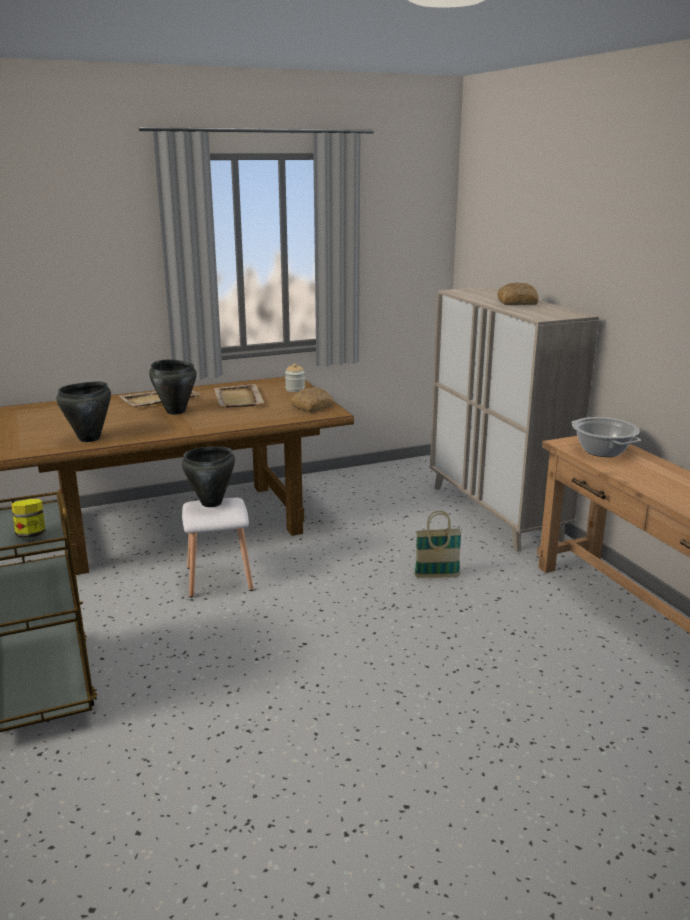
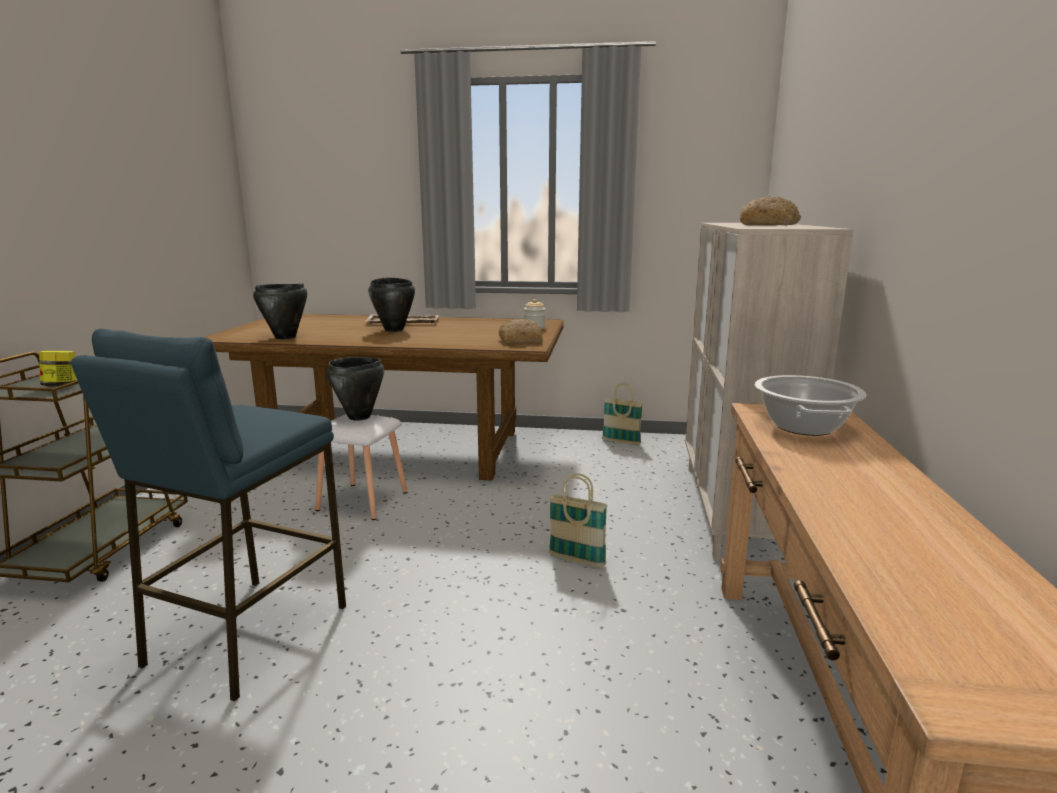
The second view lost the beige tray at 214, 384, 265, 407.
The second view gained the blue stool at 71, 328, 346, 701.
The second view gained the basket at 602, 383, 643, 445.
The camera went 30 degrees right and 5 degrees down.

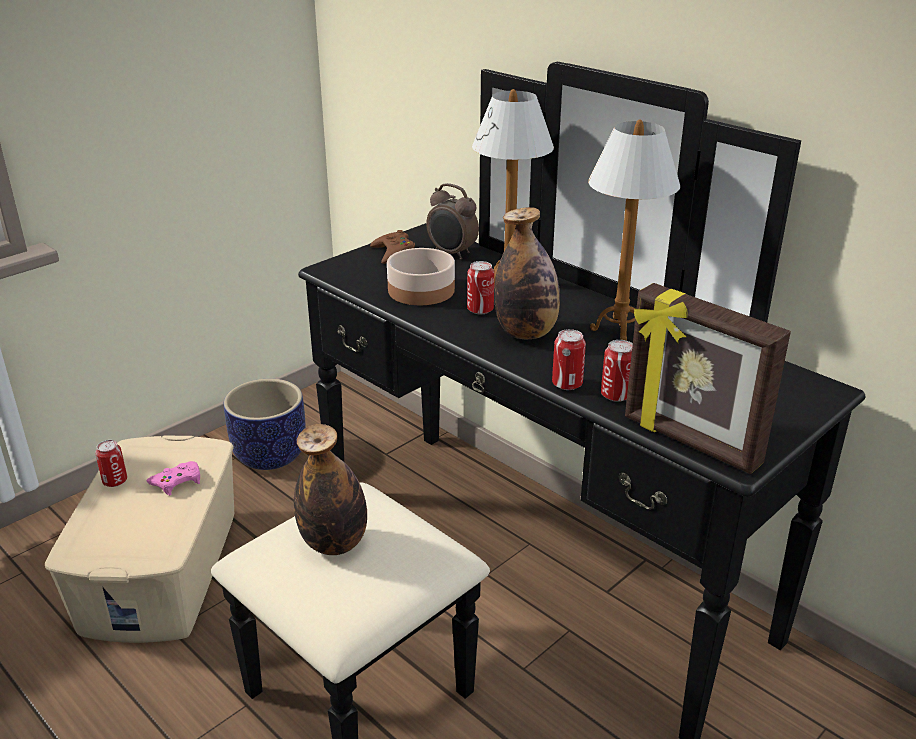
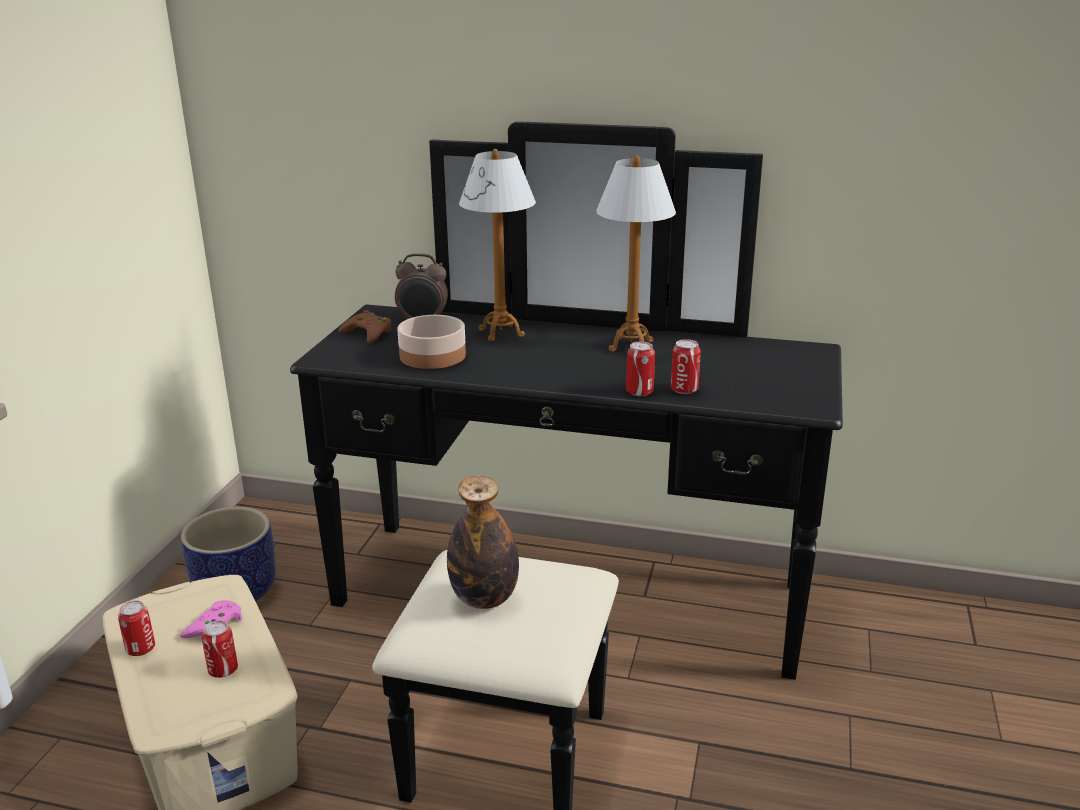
The second view lost the bottle at 494, 207, 560, 339.
The second view lost the picture frame at 625, 283, 791, 474.
The can ended up elsewhere, having gone from 467, 261, 494, 314 to 202, 620, 238, 678.
The camera went 30 degrees left and 5 degrees down.

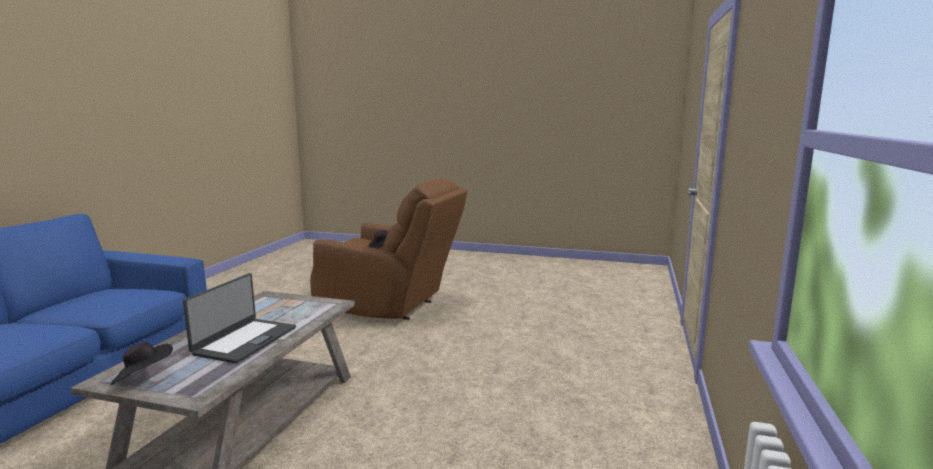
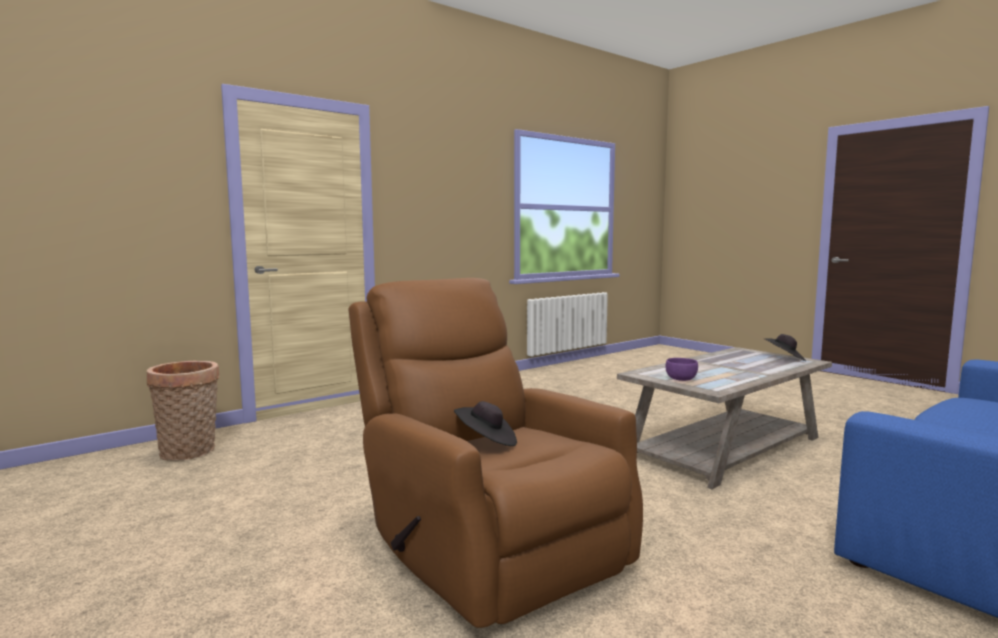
The second view lost the laptop at 183, 273, 296, 363.
The second view gained the basket at 147, 361, 219, 461.
The second view gained the purple bowl at 666, 358, 698, 381.
The camera went 145 degrees left and 5 degrees down.

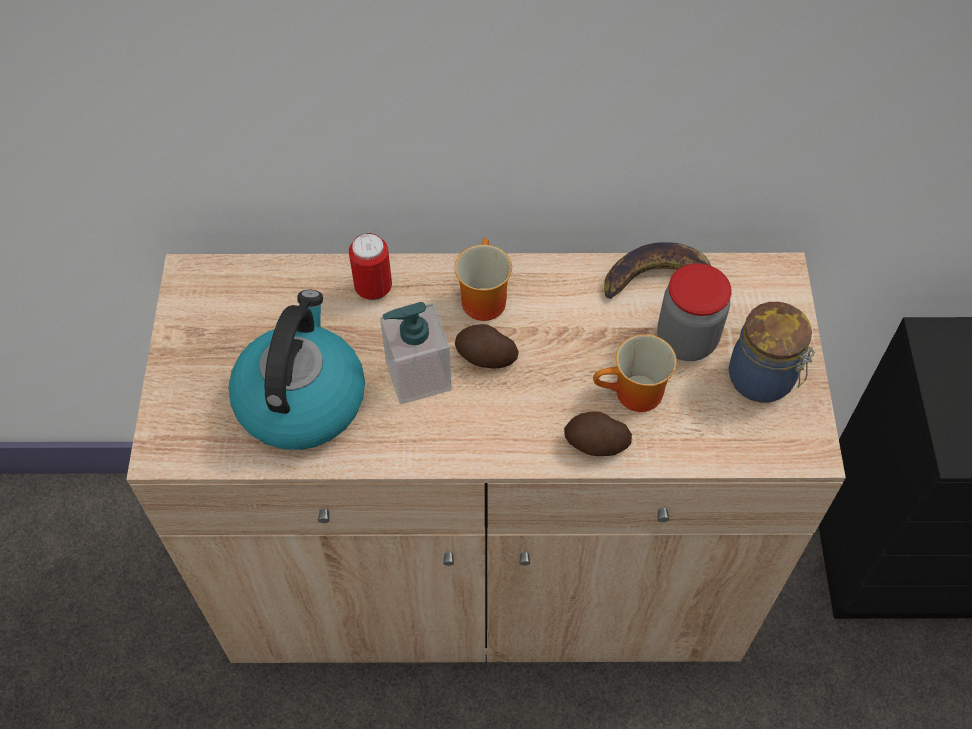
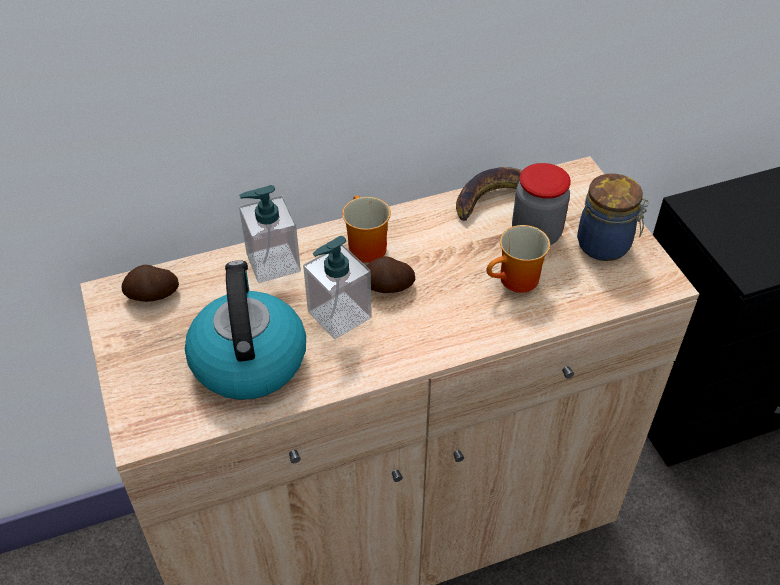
The potato ended up elsewhere, having gone from 564, 411, 632, 456 to 121, 265, 179, 302.
Where the can stood at 349, 233, 392, 301, the soap dispenser came to stand at 239, 185, 301, 283.
The camera went 20 degrees left and 10 degrees down.

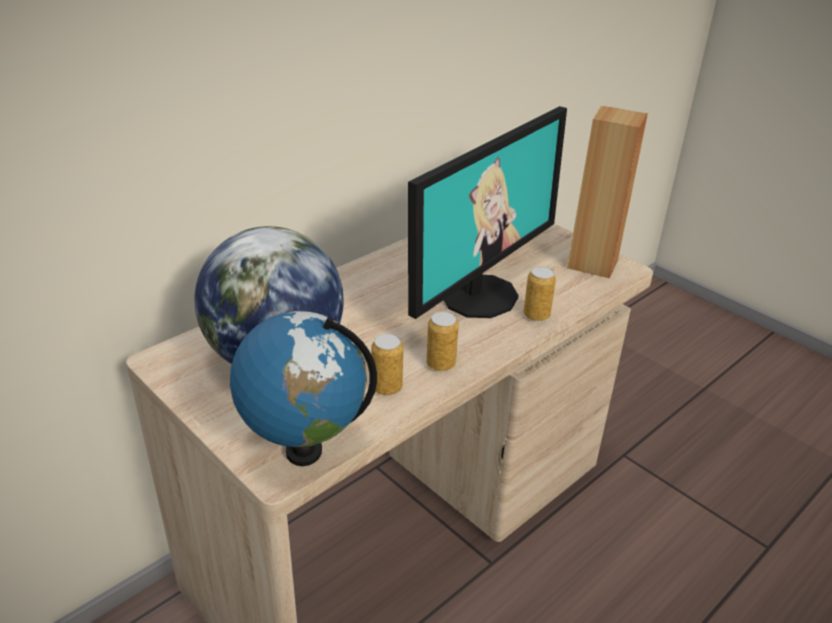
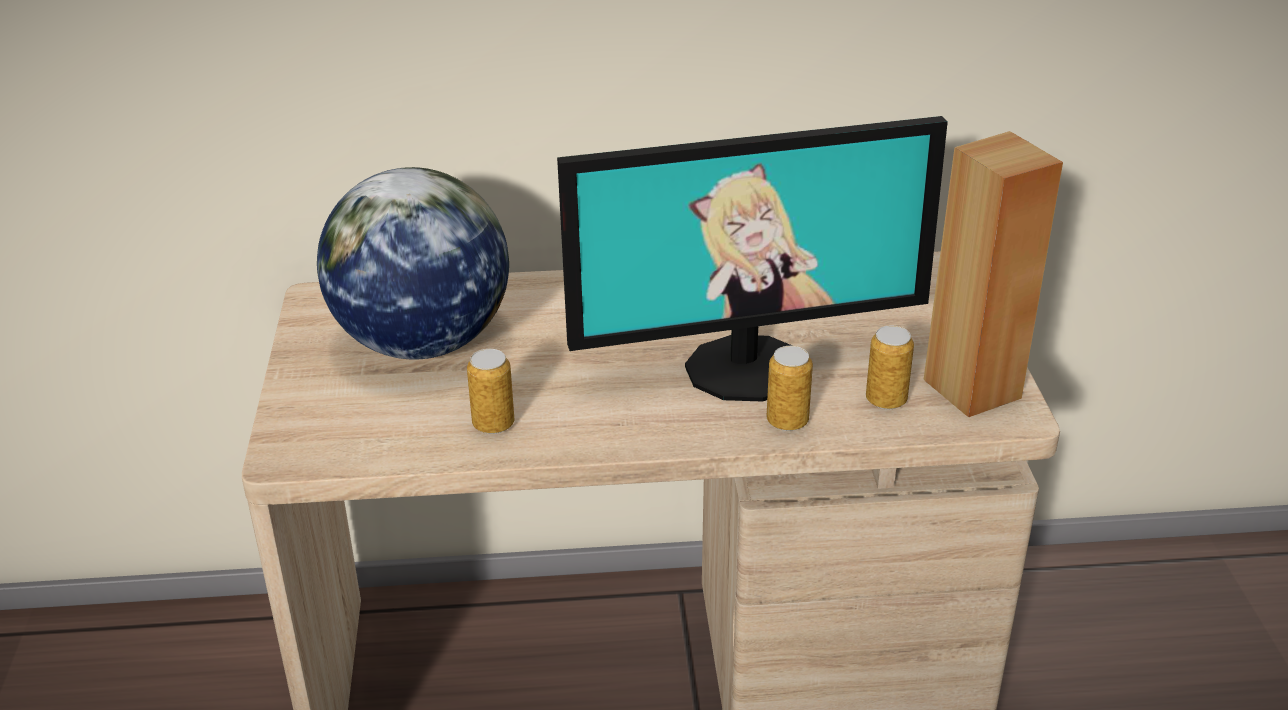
The second view lost the globe at 230, 311, 377, 466.
The can ended up elsewhere, having gone from 426, 311, 459, 371 to 866, 325, 914, 409.
The camera went 40 degrees right and 0 degrees up.

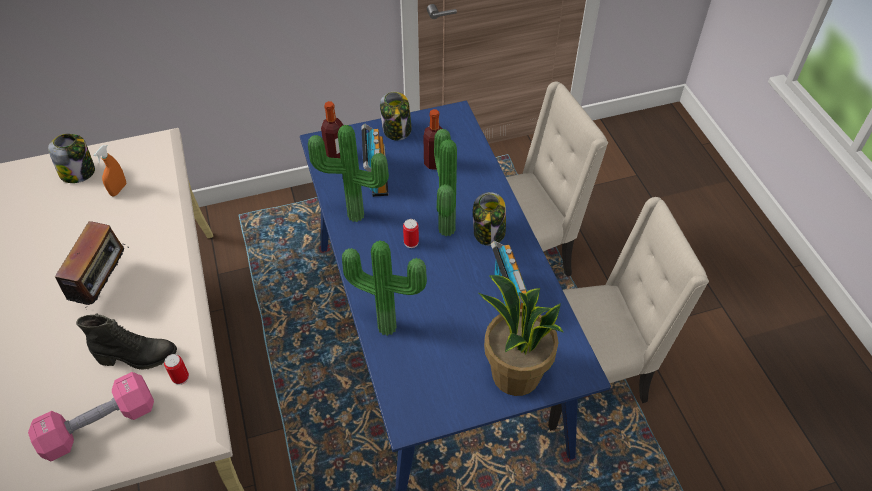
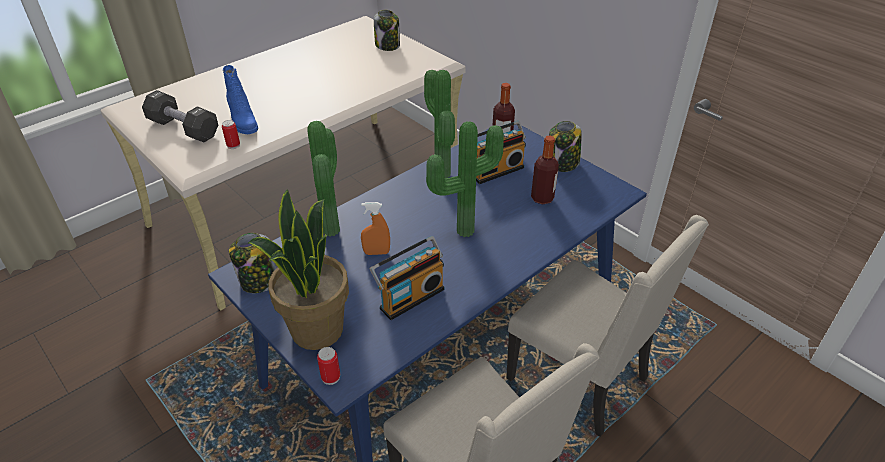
The second view lost the radio at 48, 221, 129, 310.
The orange spray bottle ended up elsewhere, having gone from 93, 145, 126, 196 to 361, 202, 390, 255.
The can ended up elsewhere, having gone from 403, 219, 419, 248 to 317, 347, 340, 385.
The jar ended up elsewhere, having gone from 473, 192, 506, 246 to 229, 233, 277, 293.
What was the pink dumbbell at 28, 372, 154, 461 turned into the black dumbbell at 142, 90, 218, 142.
What was the black boot at 76, 313, 177, 370 turned into the blue boot at 223, 65, 258, 135.
The camera went 65 degrees right and 10 degrees down.

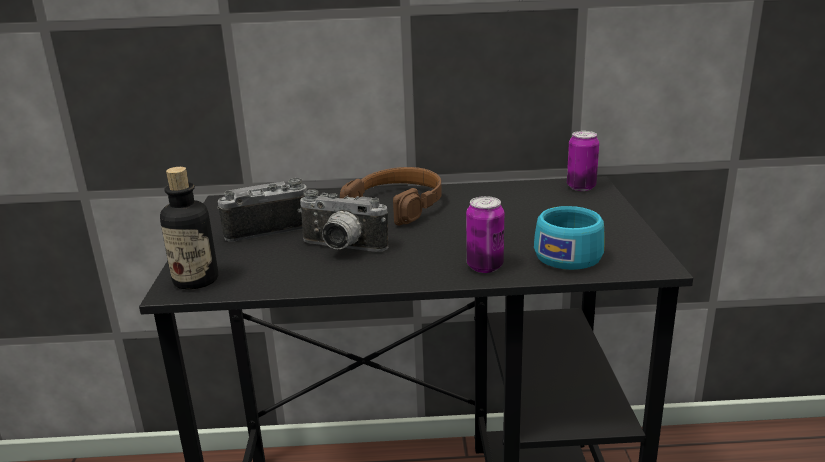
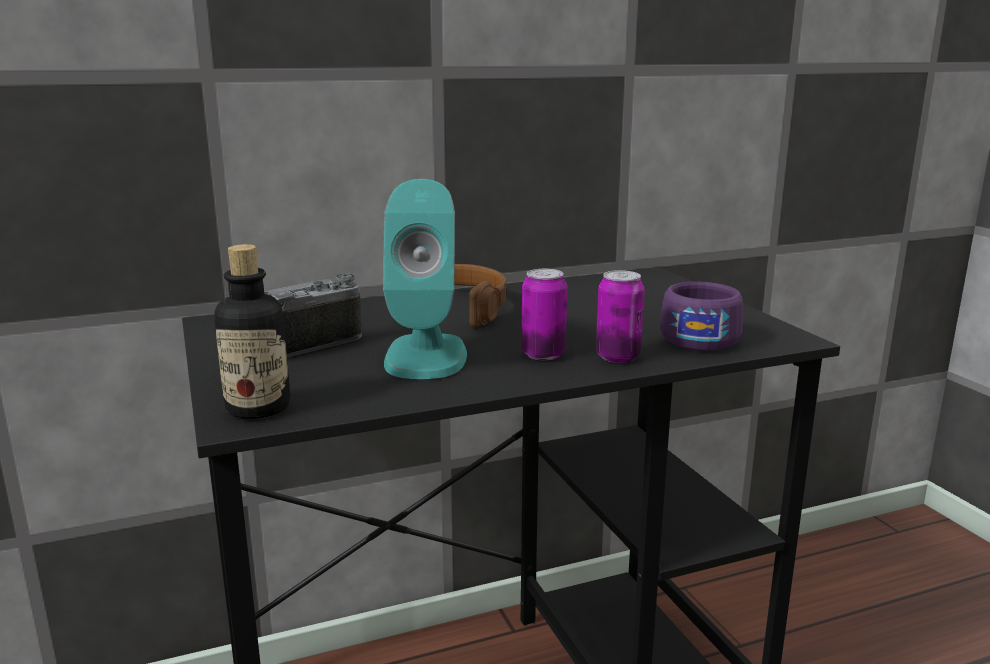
The can ended up elsewhere, having gone from 567, 131, 599, 191 to 521, 269, 568, 360.
Where the photo camera stood at 298, 189, 388, 252, the turquoise speaker came to stand at 383, 179, 467, 379.
What was the turquoise cup at 534, 206, 605, 270 turned into the purple cup at 660, 282, 743, 351.
The camera went 20 degrees left and 5 degrees down.

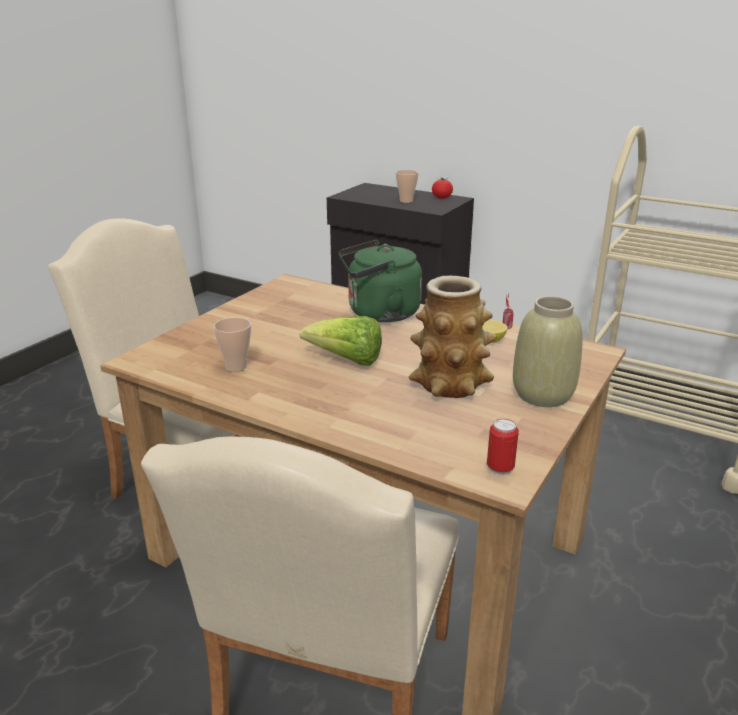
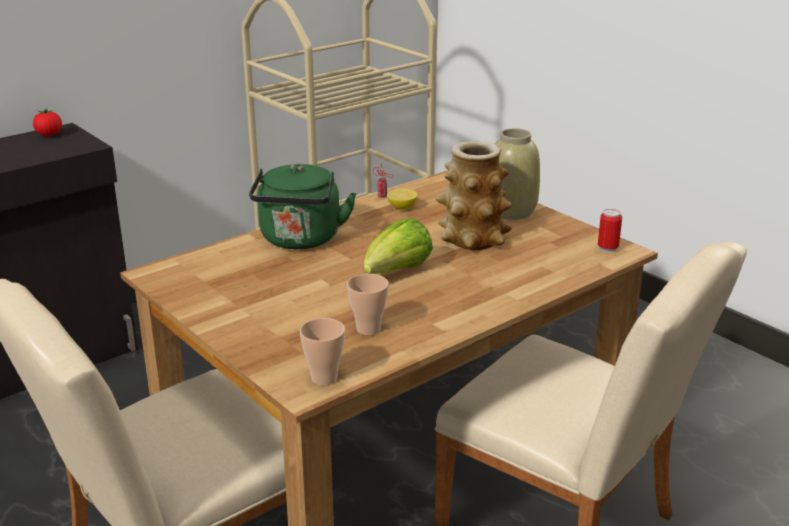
The cup ended up elsewhere, having gone from 396, 170, 418, 203 to 300, 318, 345, 385.
The camera went 70 degrees left and 0 degrees up.

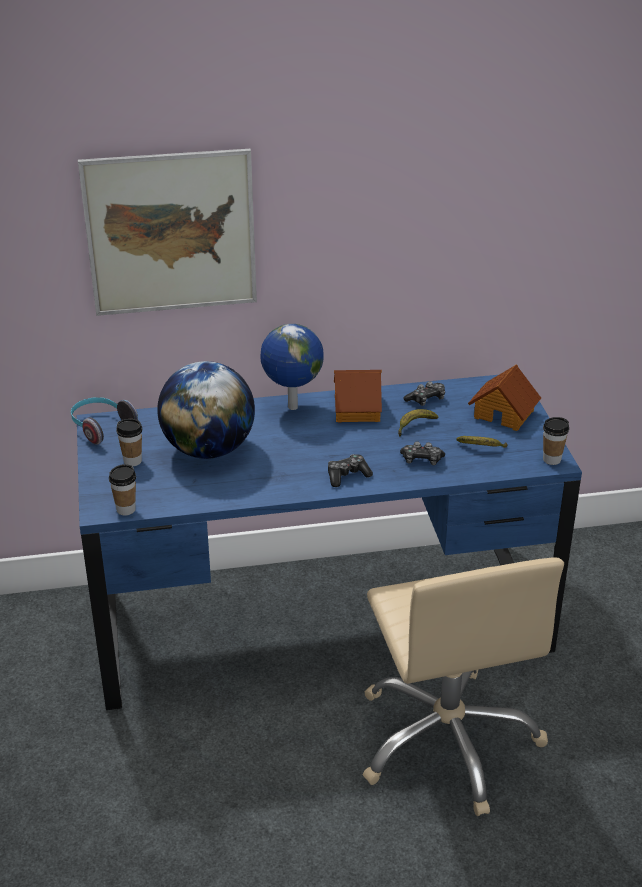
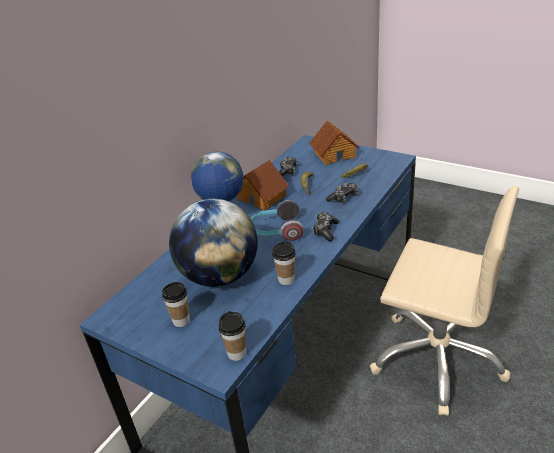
The second view lost the picture at 78, 149, 257, 316.
The headphones ended up elsewhere, having gone from 71, 397, 138, 445 to 251, 200, 304, 241.
The cup ended up elsewhere, having gone from 543, 417, 569, 465 to 272, 242, 296, 285.
The camera went 45 degrees left and 0 degrees up.

